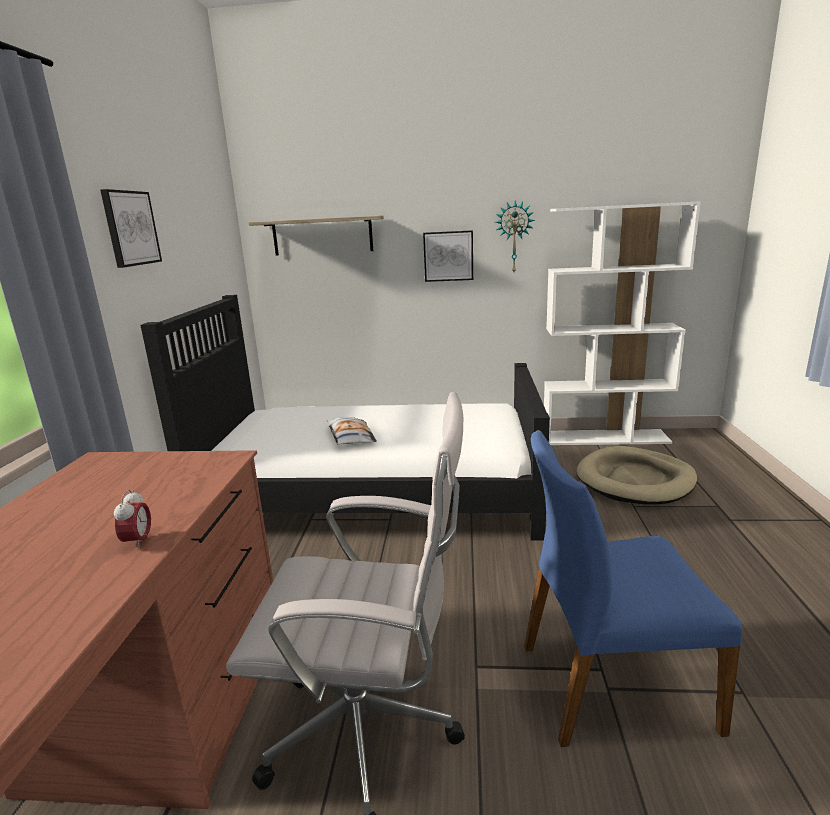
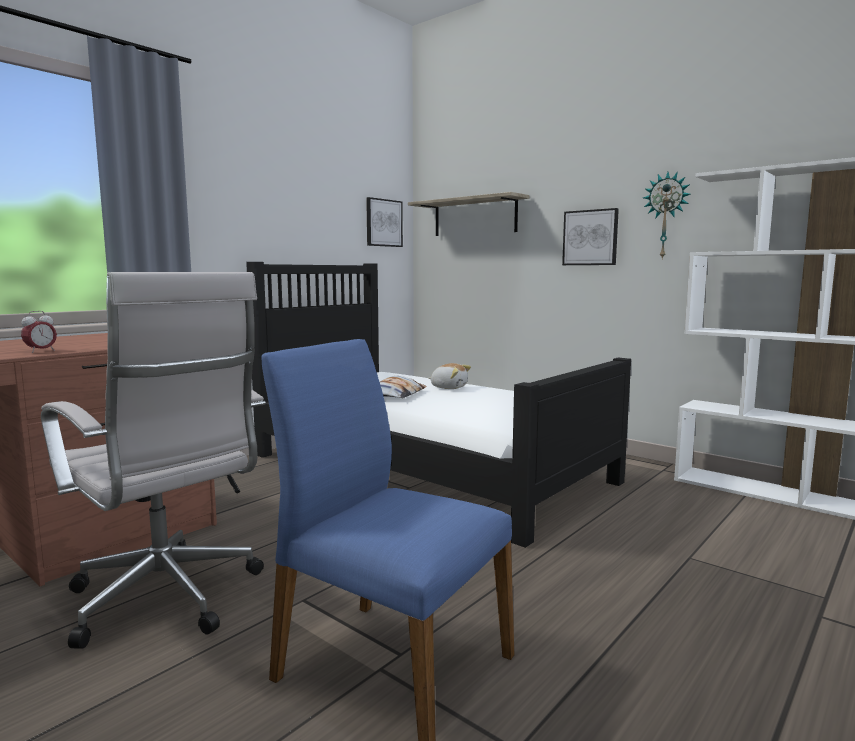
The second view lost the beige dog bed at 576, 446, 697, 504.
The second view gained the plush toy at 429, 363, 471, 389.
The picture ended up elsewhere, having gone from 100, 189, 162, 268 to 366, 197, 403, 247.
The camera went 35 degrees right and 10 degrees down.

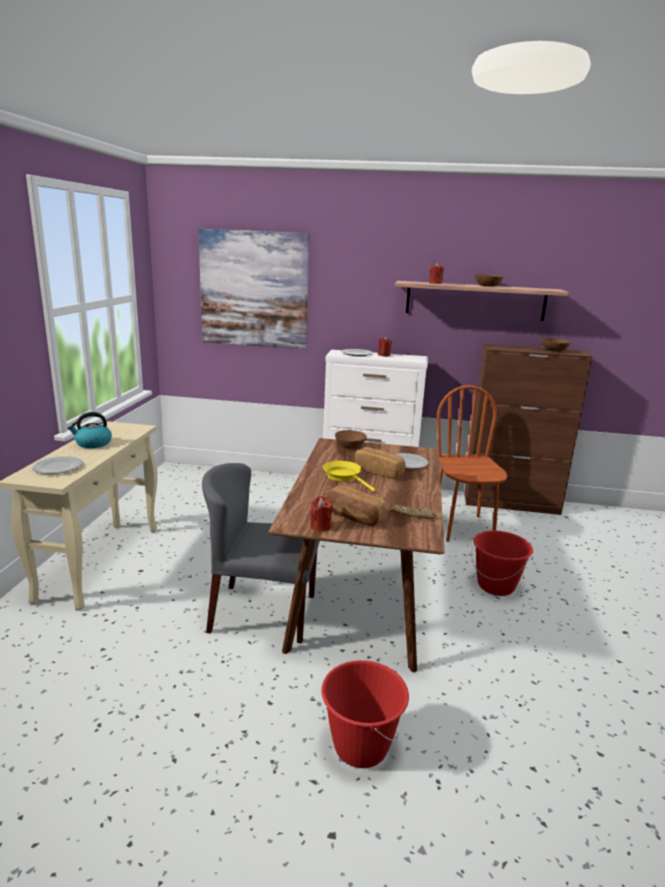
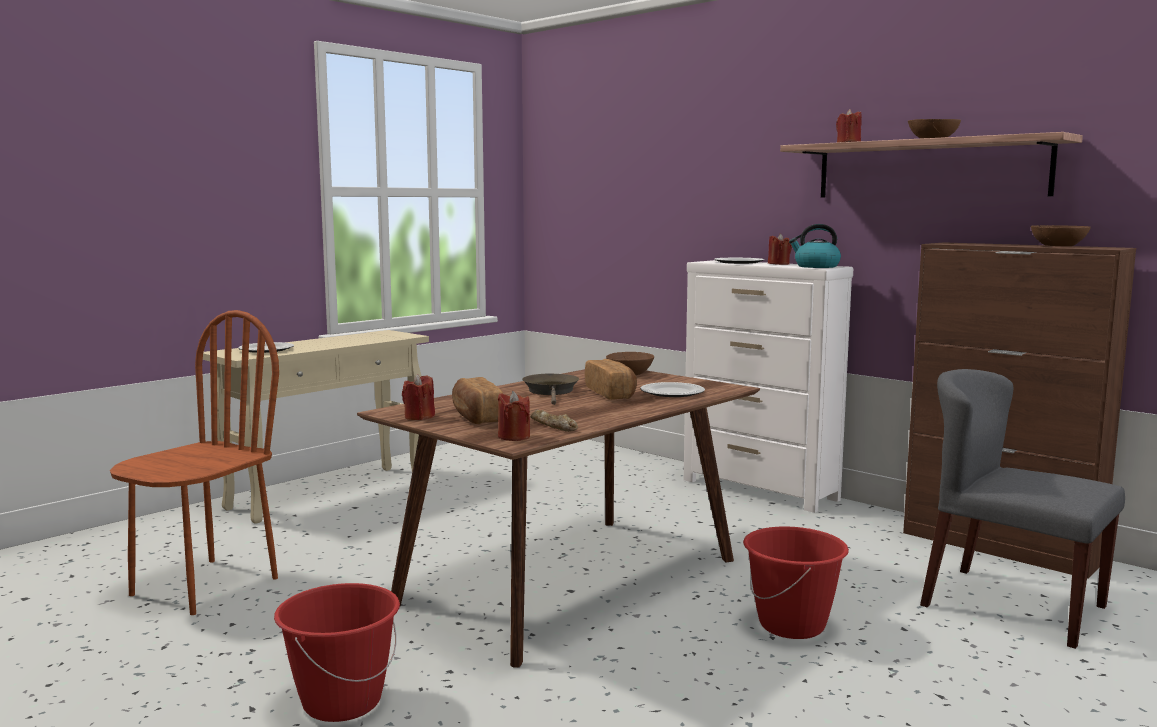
The second view lost the picture at 198, 229, 310, 349.
The second view gained the red candle at 498, 391, 530, 441.
The kettle ended up elsewhere, having gone from 67, 412, 112, 448 to 789, 224, 841, 268.
The grey chair ended up elsewhere, having gone from 202, 463, 320, 643 to 920, 369, 1125, 649.
The brown chair ended up elsewhere, having gone from 437, 385, 508, 542 to 110, 310, 279, 615.
What was the yellow frying pan at 323, 461, 376, 492 turned into the brown frying pan at 522, 374, 579, 405.
The camera went 35 degrees right and 10 degrees down.

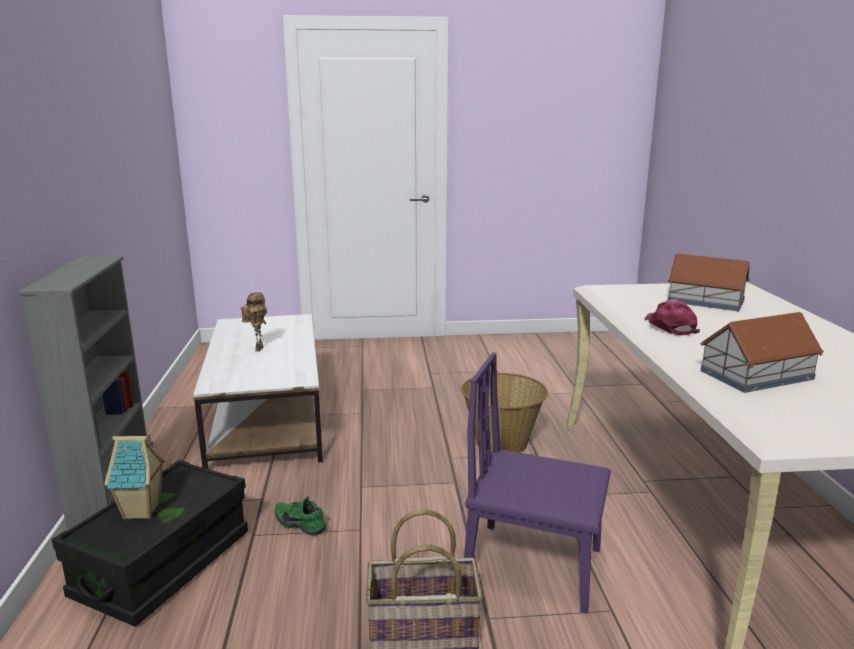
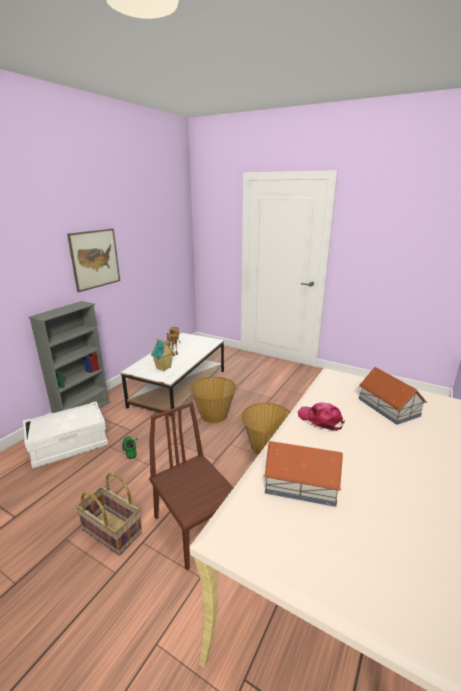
The second view gained the picture at 67, 229, 120, 292.
The second view gained the basket at 191, 377, 237, 423.
The toy house ended up elsewhere, having gone from 104, 434, 166, 519 to 151, 338, 174, 371.
What was the black storage box at 52, 460, 248, 627 turned into the white storage box at 23, 401, 108, 468.
What was the purple chair at 464, 352, 611, 613 turned into the brown chair at 149, 402, 234, 570.
The pink cap at 645, 299, 700, 335 ended up facing another way, 75 degrees counterclockwise from before.
The camera went 35 degrees right and 5 degrees up.

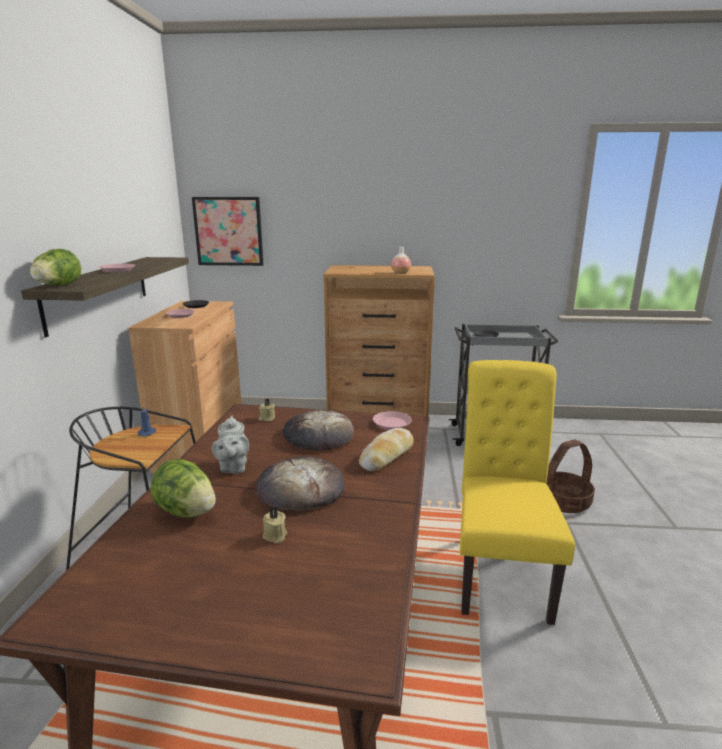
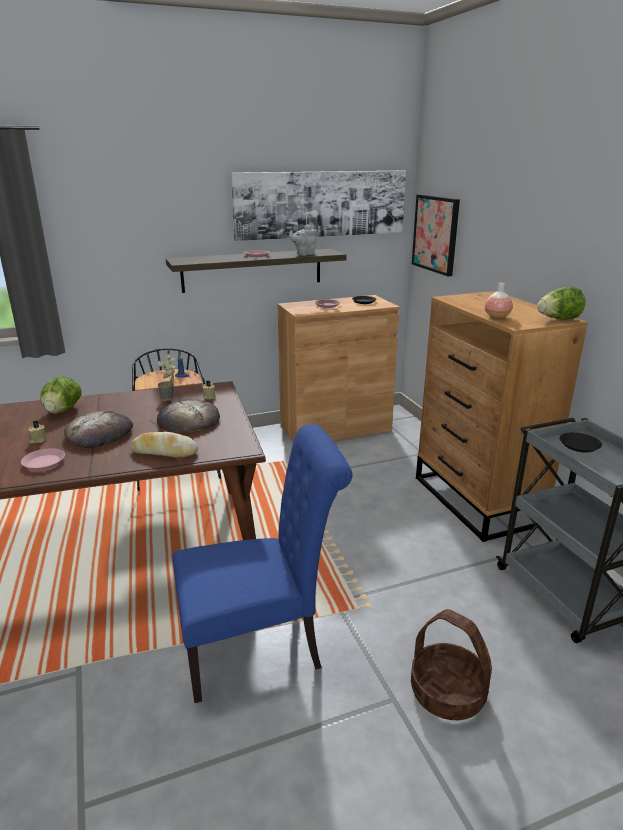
The second view gained the potted plant at 156, 353, 176, 401.
The second view gained the picture at 231, 171, 406, 241.
The lettuce ended up elsewhere, having gone from 30, 249, 81, 285 to 537, 286, 585, 320.
The grey teapot ended up elsewhere, having gone from 212, 415, 249, 474 to 289, 224, 316, 256.
The pink plate ended up elsewhere, having gone from 373, 411, 412, 430 to 21, 448, 65, 470.
What was the yellow chair at 460, 360, 575, 625 turned into the blue chair at 172, 424, 352, 703.
The camera went 65 degrees right and 5 degrees up.

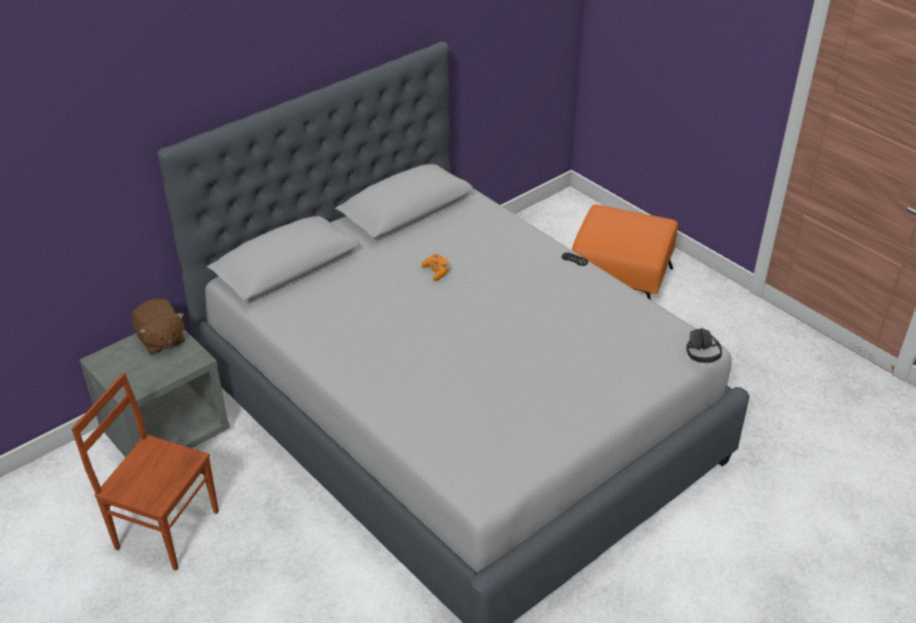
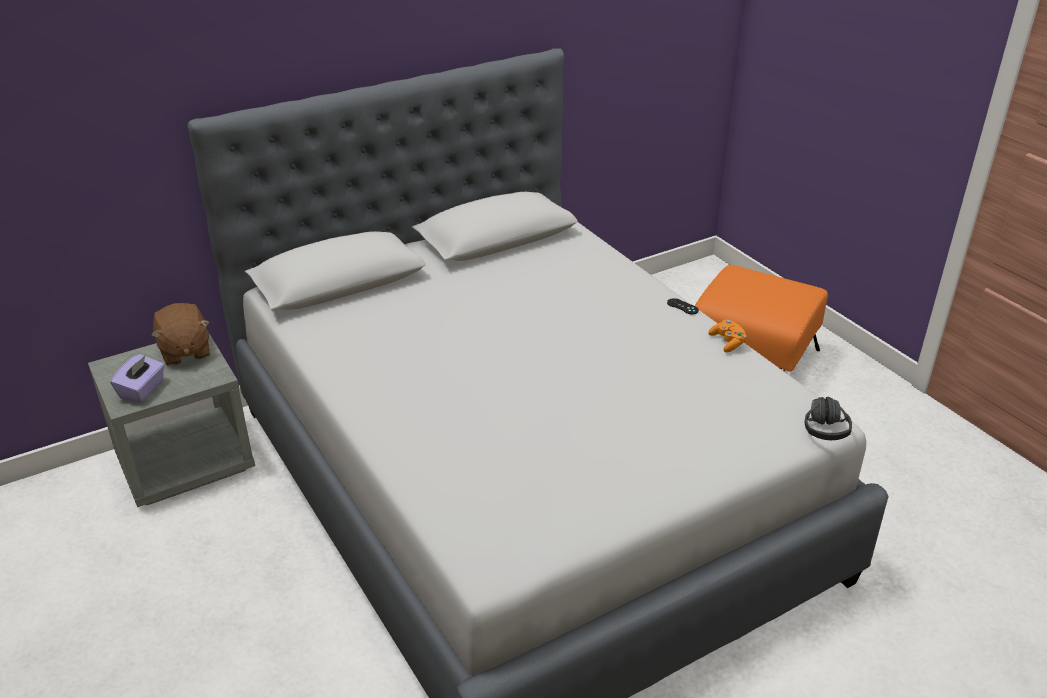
The second view lost the brown chair at 71, 373, 219, 571.
The second view gained the purple tissue box at 110, 354, 165, 403.
The orange game controller ended up elsewhere, having gone from 421, 254, 450, 281 to 708, 319, 747, 353.
The camera went 10 degrees right and 5 degrees down.

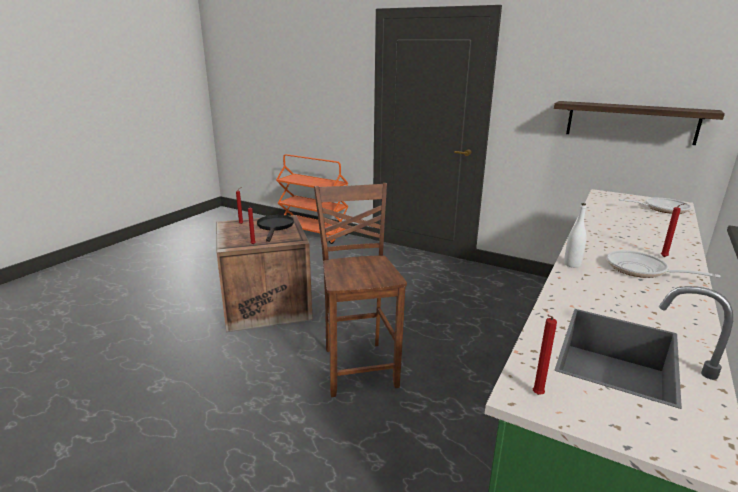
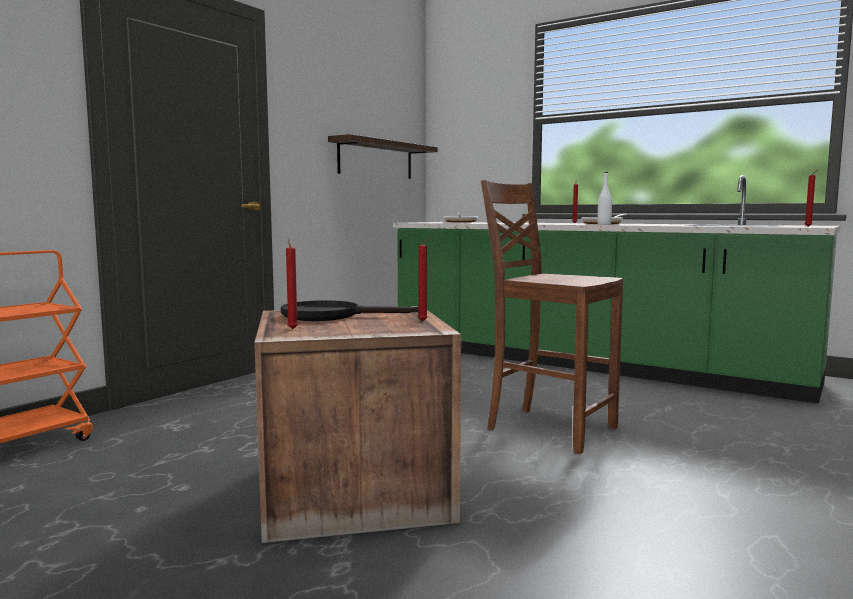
The brown chair at 314, 183, 407, 397 ended up facing another way, 45 degrees clockwise from before.
The camera went 85 degrees left and 15 degrees down.

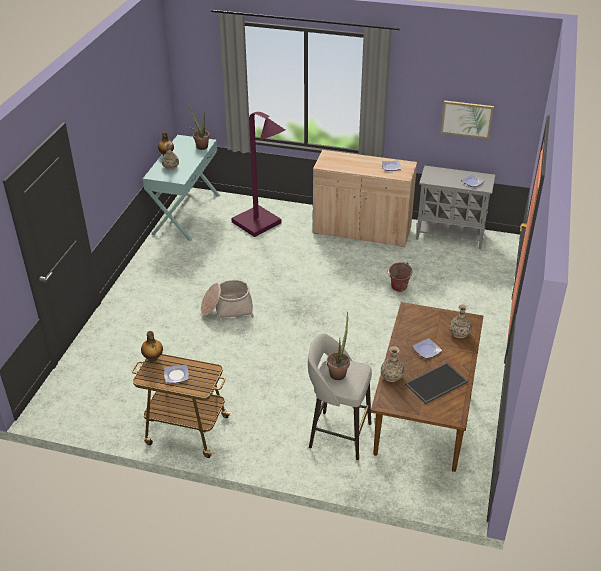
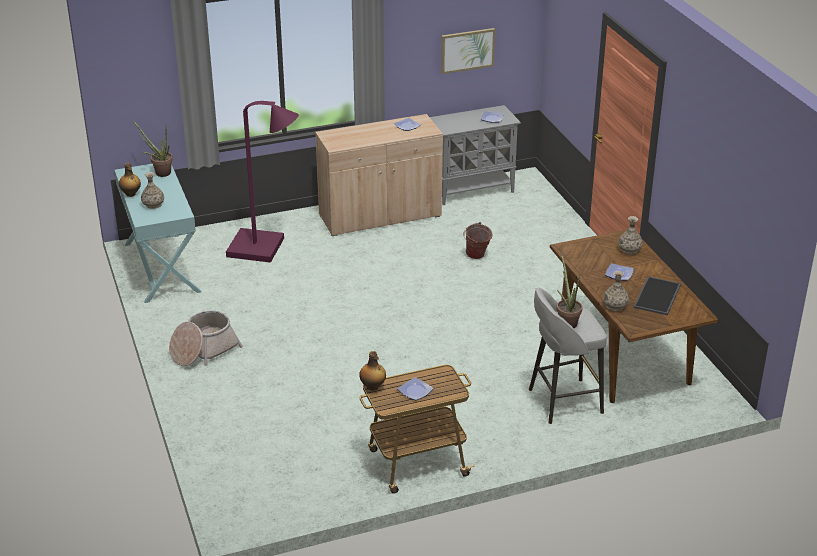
The basket ended up elsewhere, having gone from 201, 280, 254, 321 to 169, 310, 243, 366.
The camera went 35 degrees left and 5 degrees down.

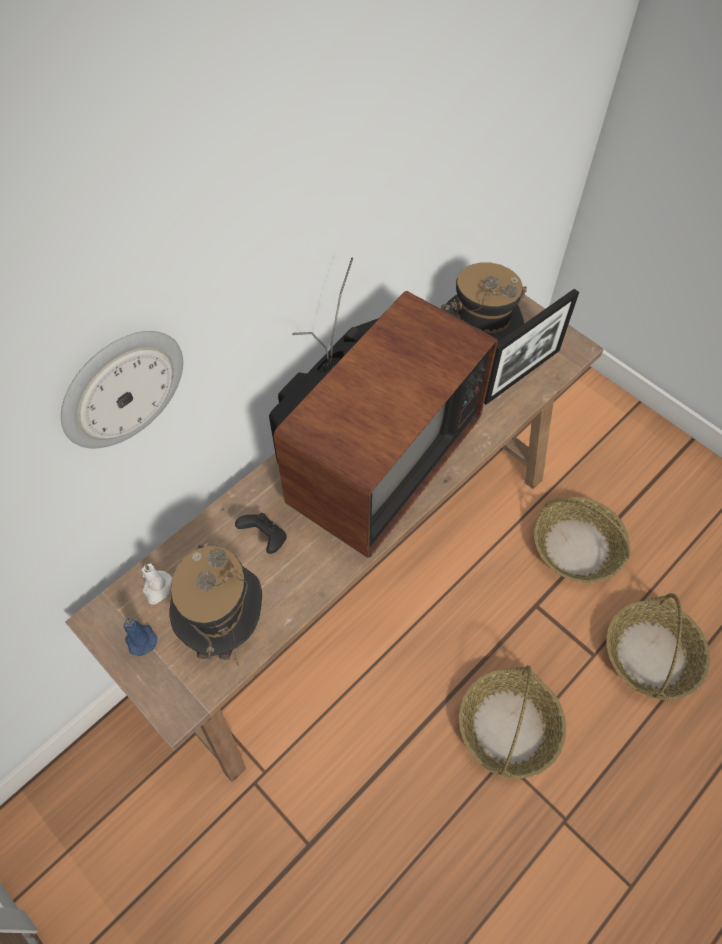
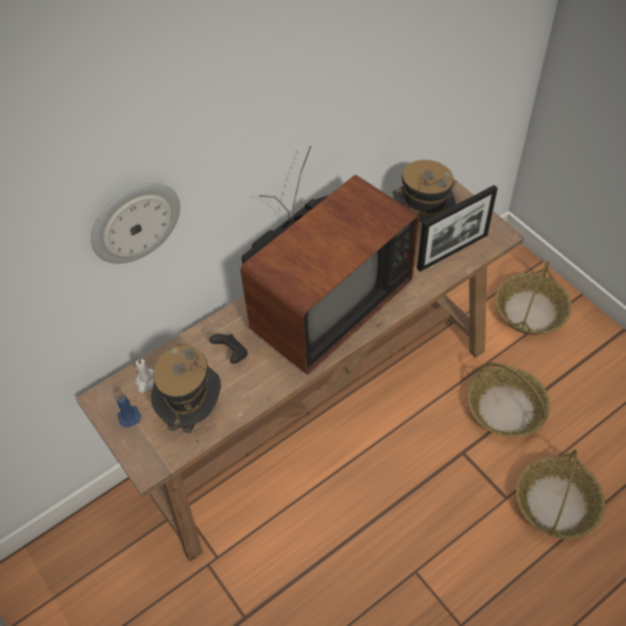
The basket ended up elsewhere, having gone from 459, 665, 566, 779 to 495, 260, 572, 335.
The camera went 10 degrees right and 5 degrees down.

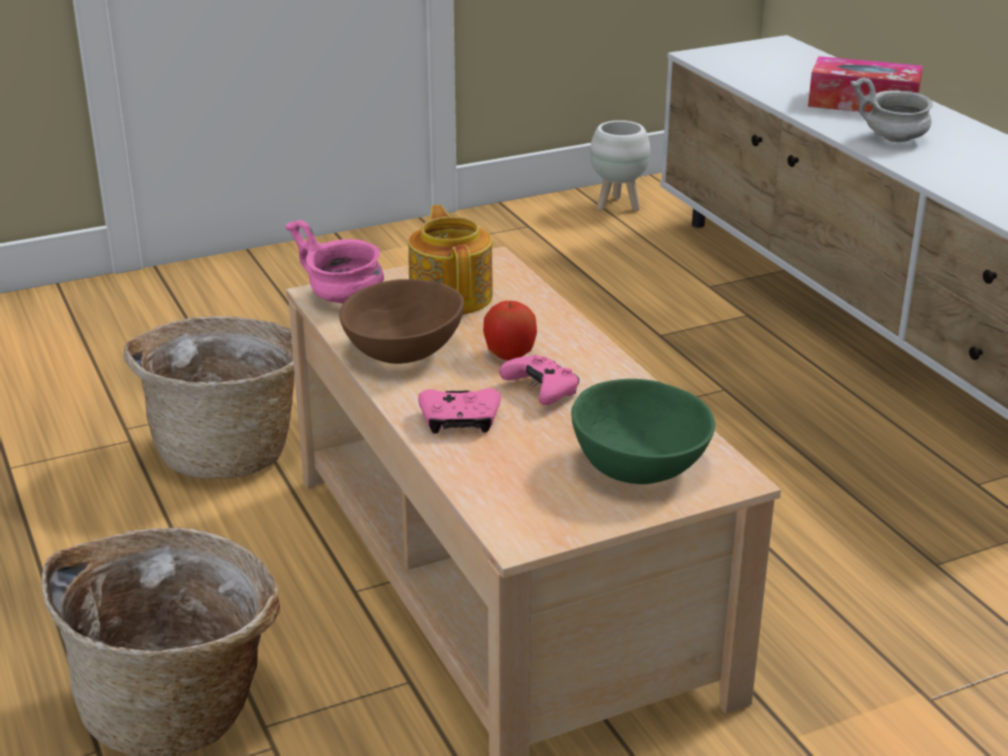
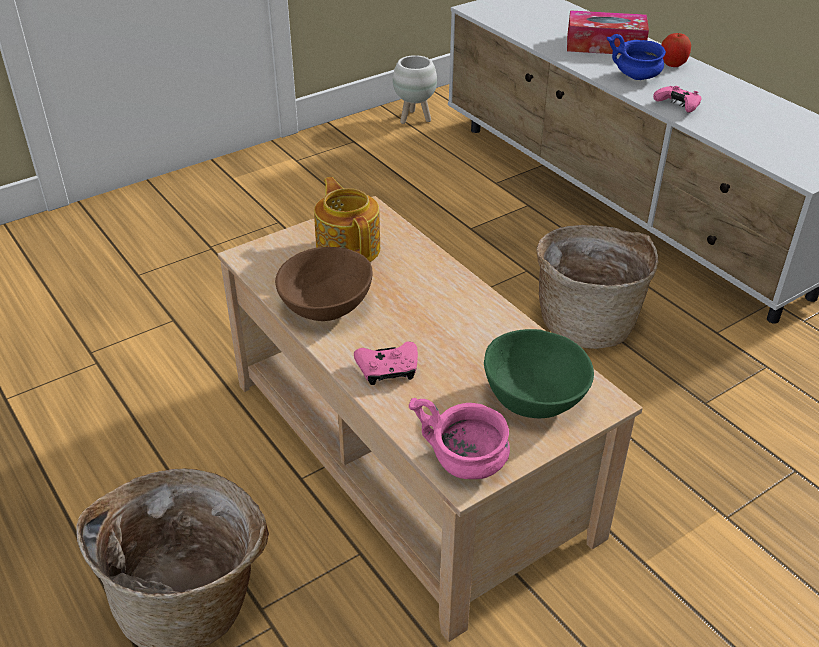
The basket ended up elsewhere, having gone from 123, 316, 294, 478 to 537, 225, 658, 349.
The pink bowl ended up elsewhere, having gone from 285, 220, 384, 303 to 409, 398, 510, 479.
The apple ended up elsewhere, having gone from 483, 301, 537, 360 to 661, 33, 691, 67.
The pink game controller ended up elsewhere, having gone from 499, 355, 579, 405 to 653, 86, 701, 112.
What was the grey bowl at 850, 77, 933, 142 turned into the blue bowl at 607, 34, 666, 80.
The camera went 10 degrees left and 10 degrees up.

